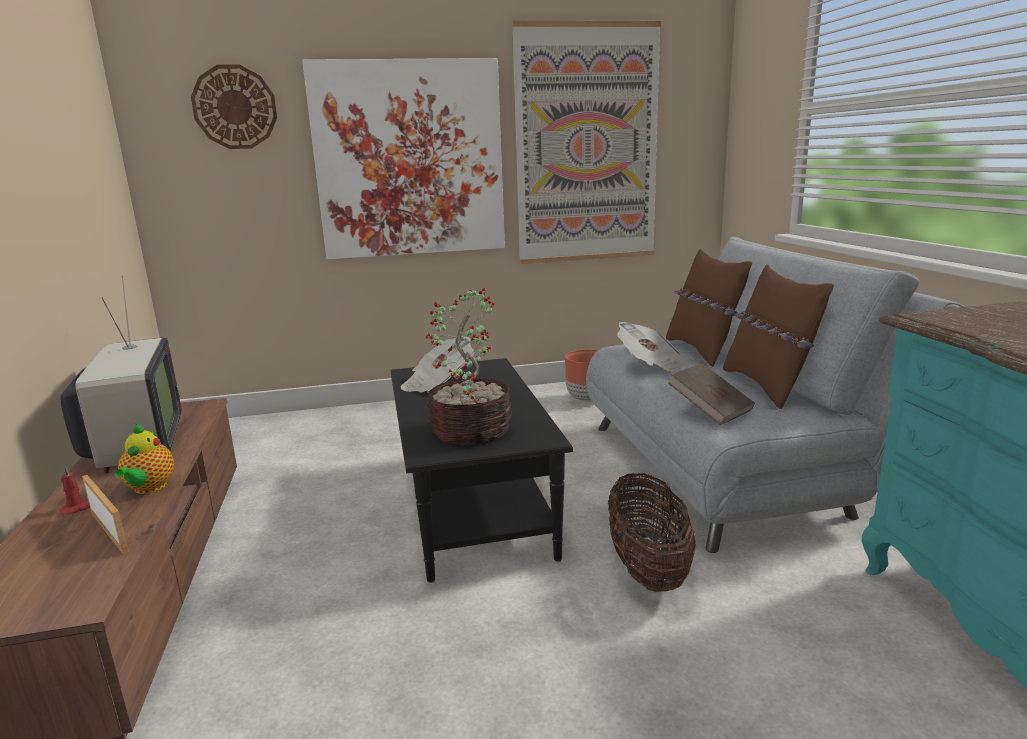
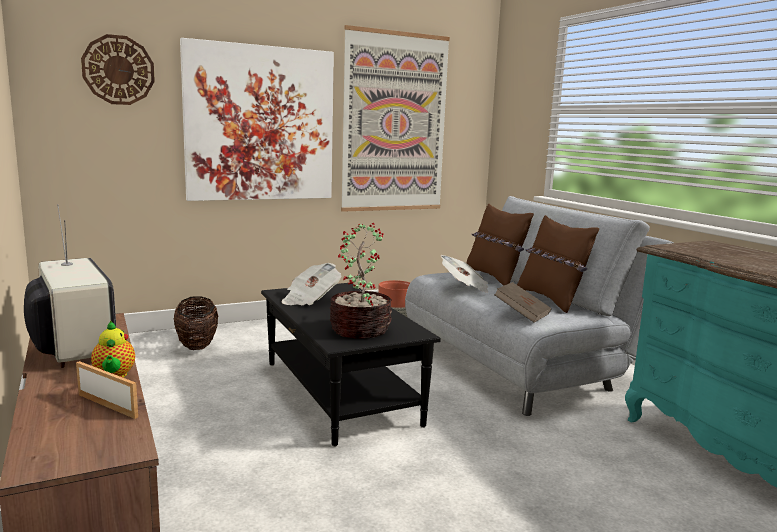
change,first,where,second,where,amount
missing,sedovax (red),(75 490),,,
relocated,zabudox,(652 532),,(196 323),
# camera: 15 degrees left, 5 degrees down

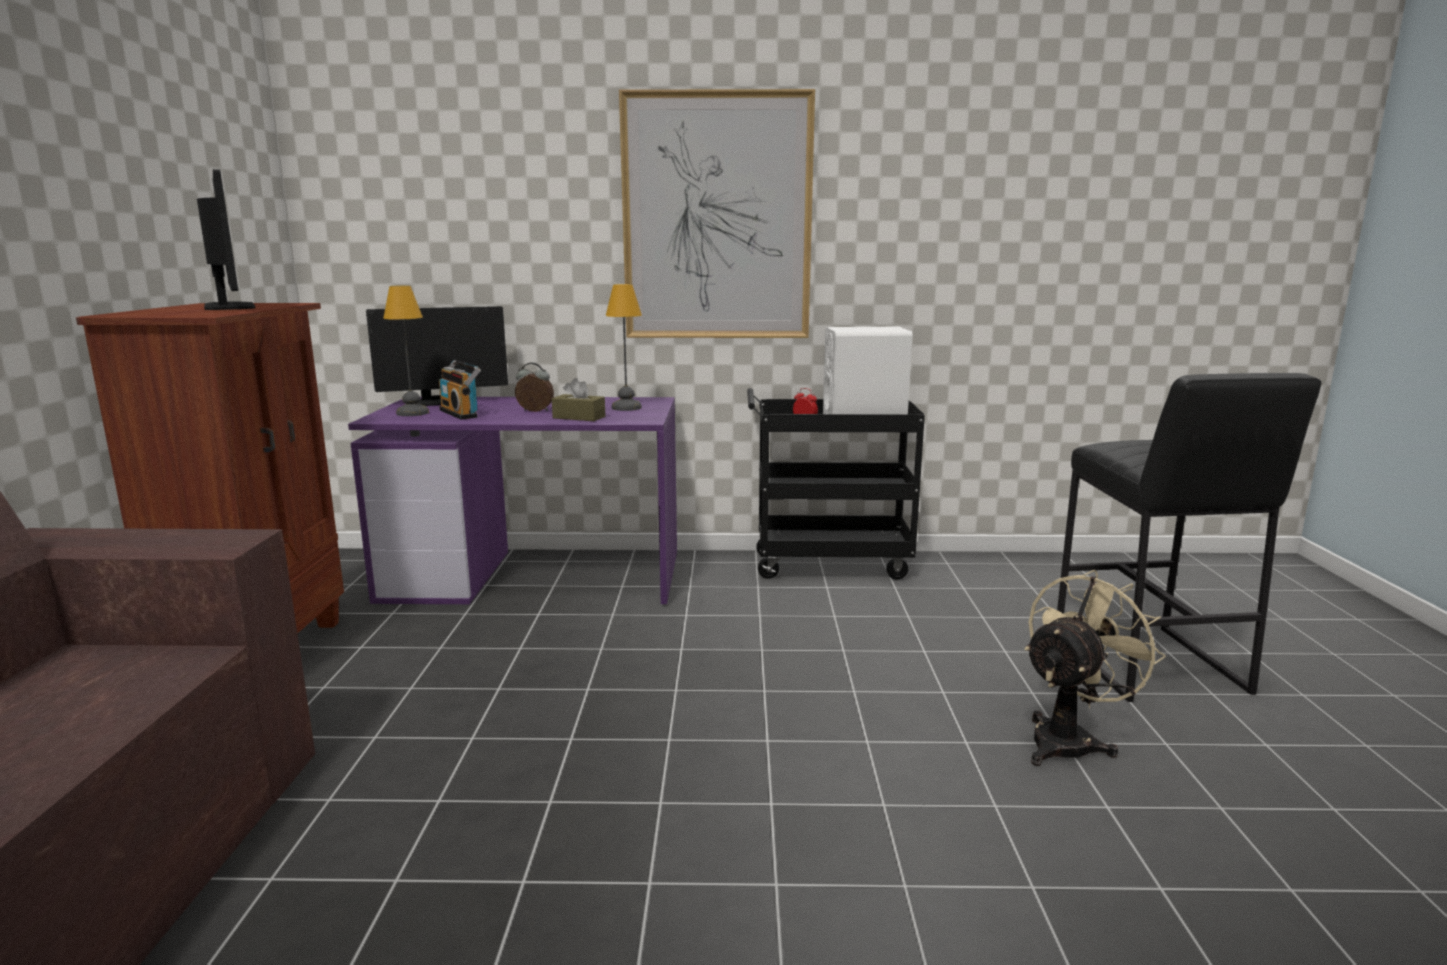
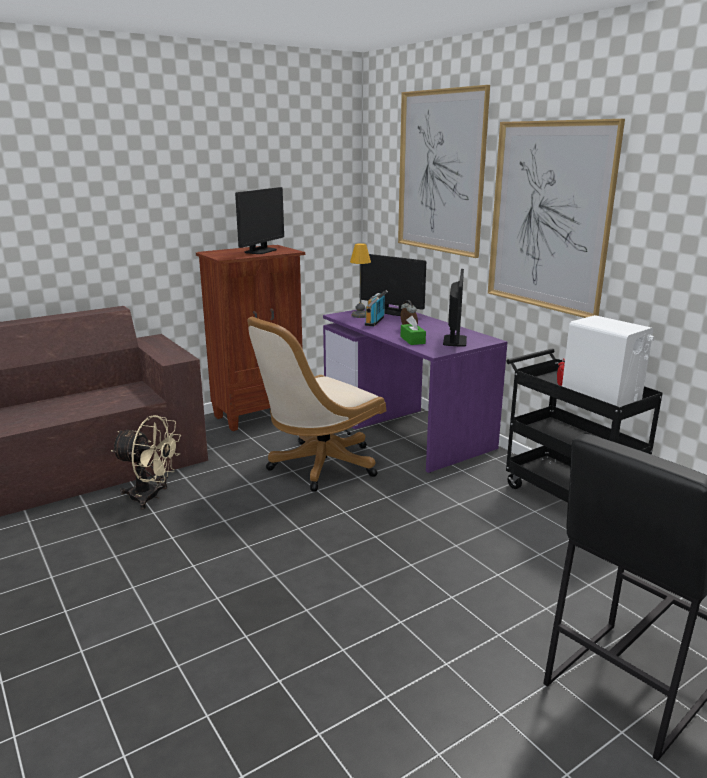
change,first,where,second,where,amount
exchanged,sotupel,(624 347),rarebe,(455 308),
colour,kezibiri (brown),(578 399),kezibiri (green),(413 330),
relocated,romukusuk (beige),(1095 668),,(146 462),
appeared,,,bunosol,(444 171),
appeared,,,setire,(316 404),
# camera: 55 degrees right, 5 degrees up

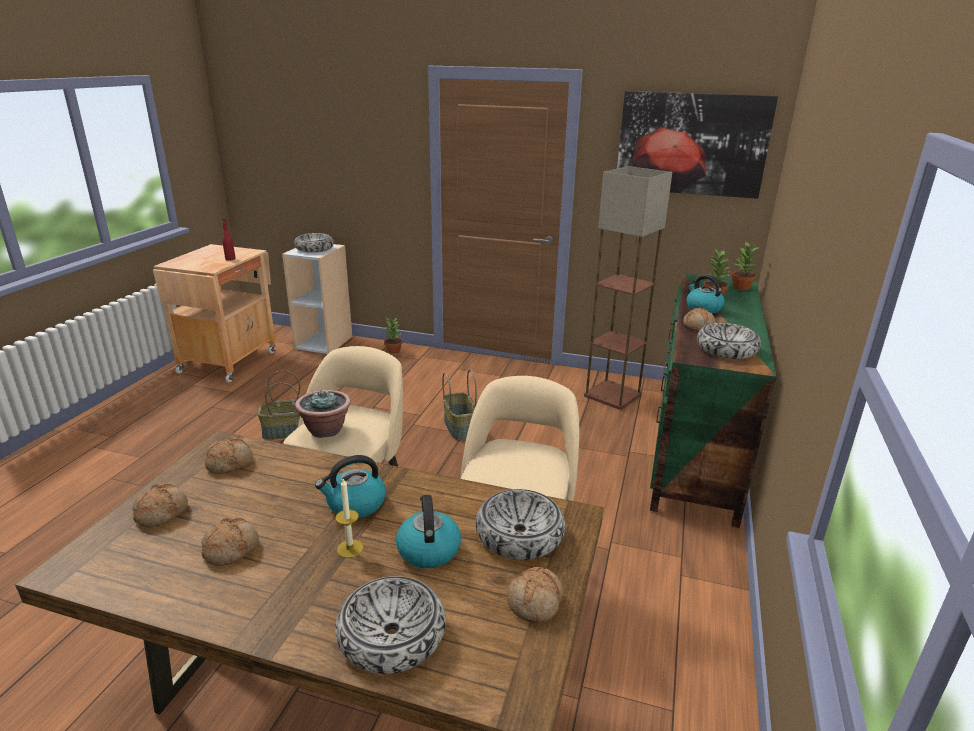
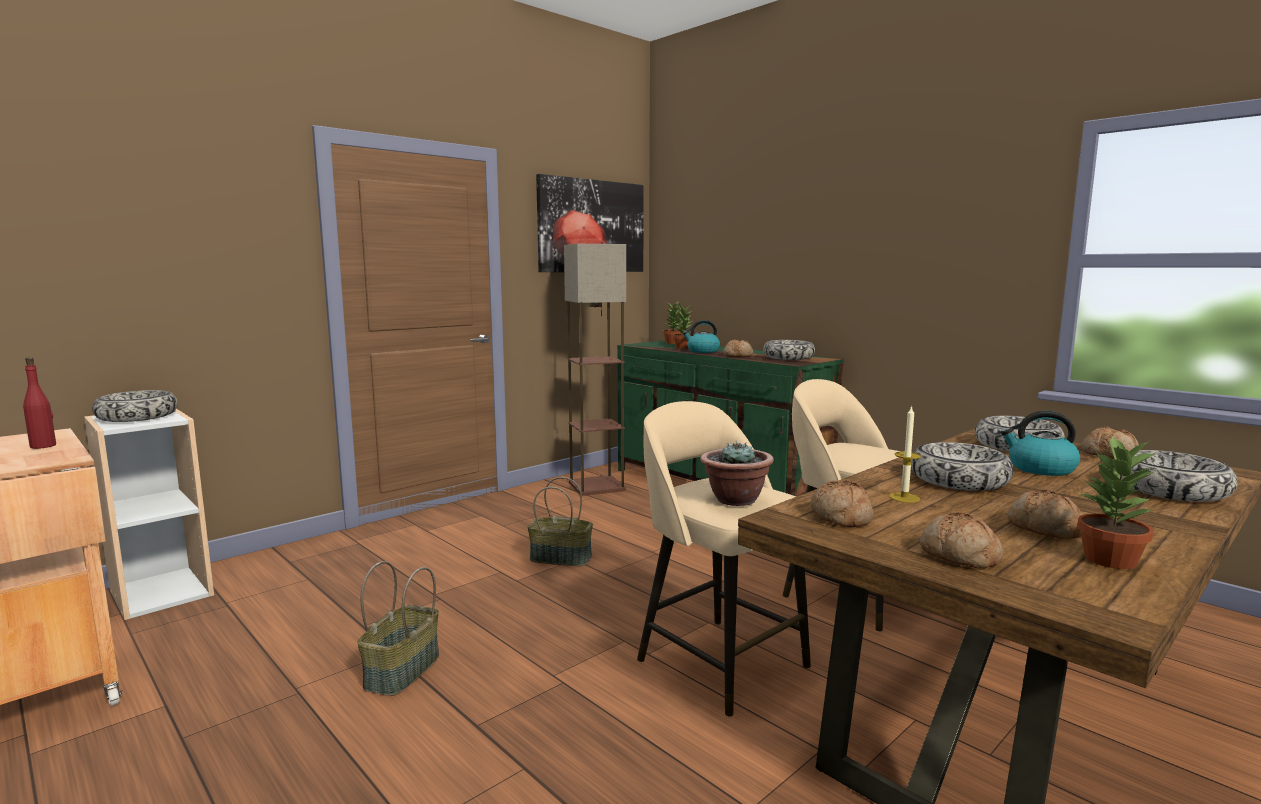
change,first,where,second,where,amount
relocated,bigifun,(393 335),,(1116 502),
exchanged,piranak,(350 486),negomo,(962 466),
relocated,sedovax,(349 518),,(905 454),
# camera: 60 degrees left, 15 degrees down

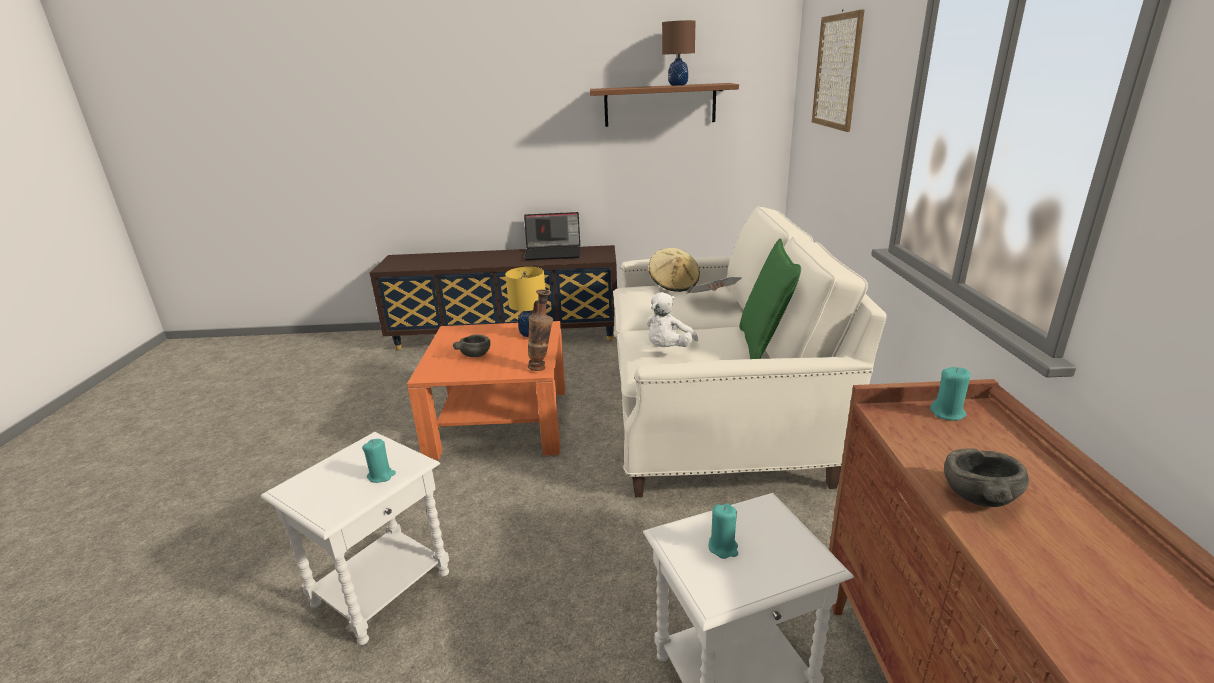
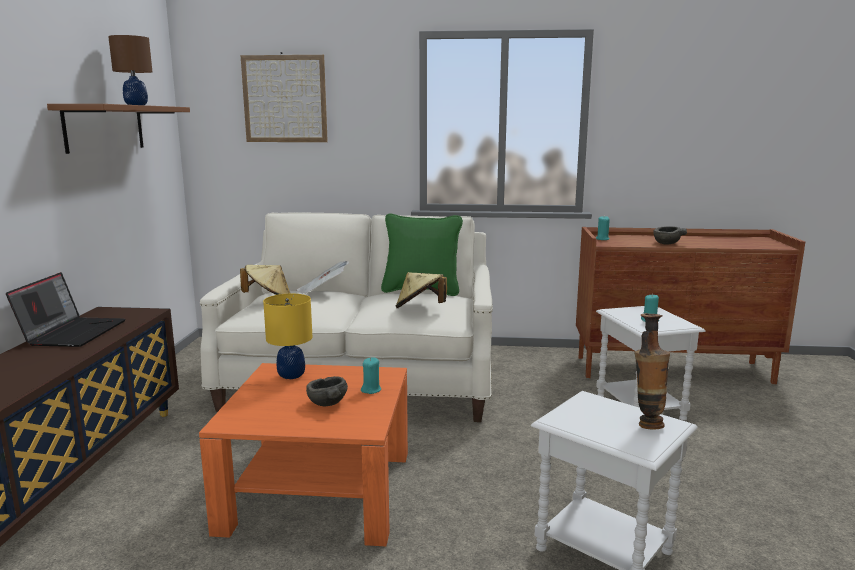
change,first,where,second,where,amount
relocated,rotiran,(540 330),,(652 371),
exchanged,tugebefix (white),(672 319),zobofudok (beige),(421 290),
relocated,sedovax (turquoise),(379 461),,(371 375),
# camera: 85 degrees left, 10 degrees down

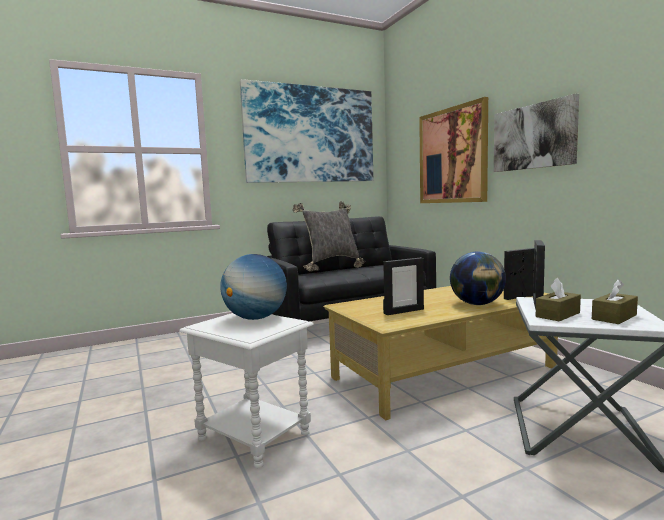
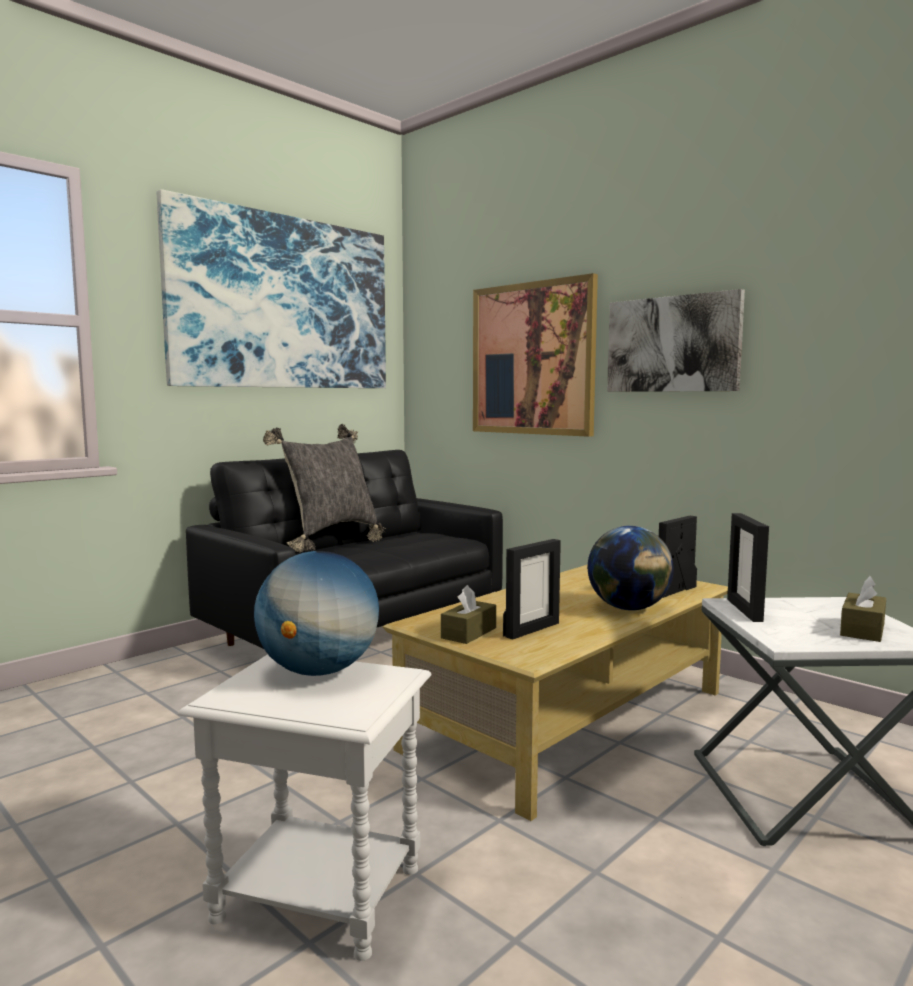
change,first,where,second,where,amount
relocated,kezibiri (brown),(558 299),,(468 614),
# camera: 20 degrees left, 0 degrees up

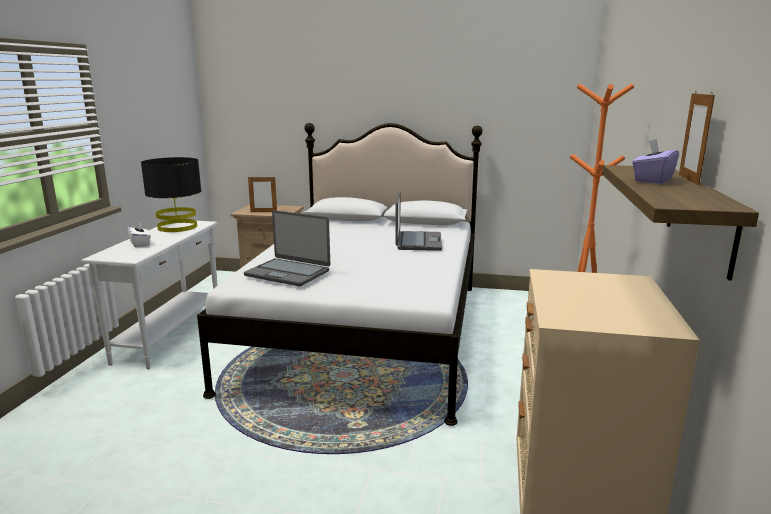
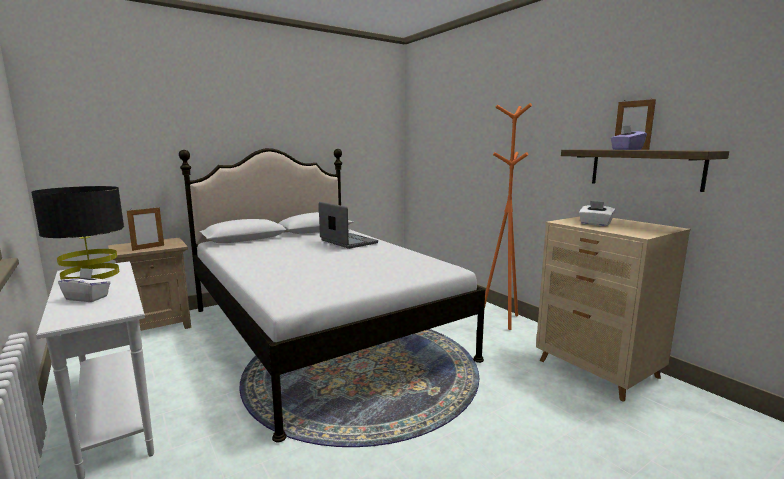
change,first,where,second,where,amount
missing,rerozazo,(287 248),,,
appeared,,,kezibiri (white),(597 213),
# camera: 45 degrees left, 5 degrees down

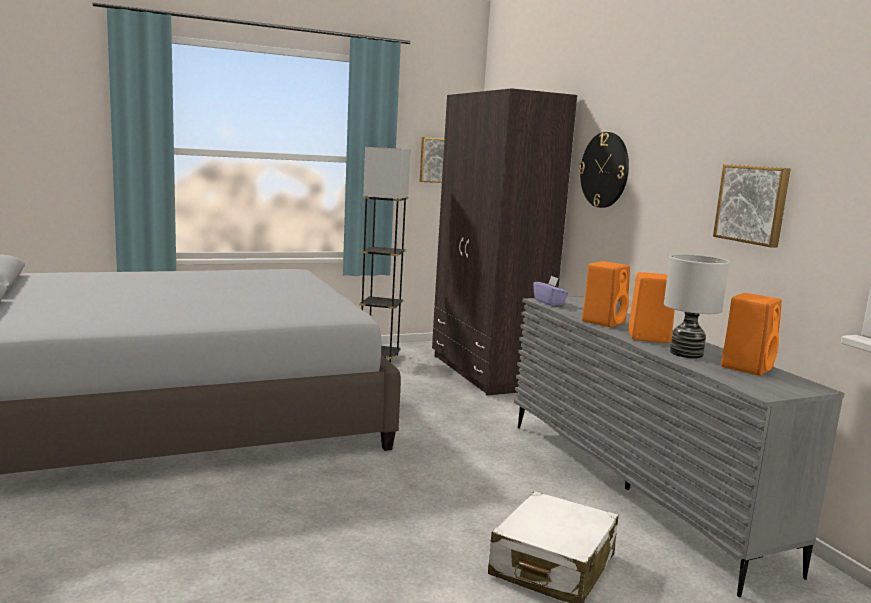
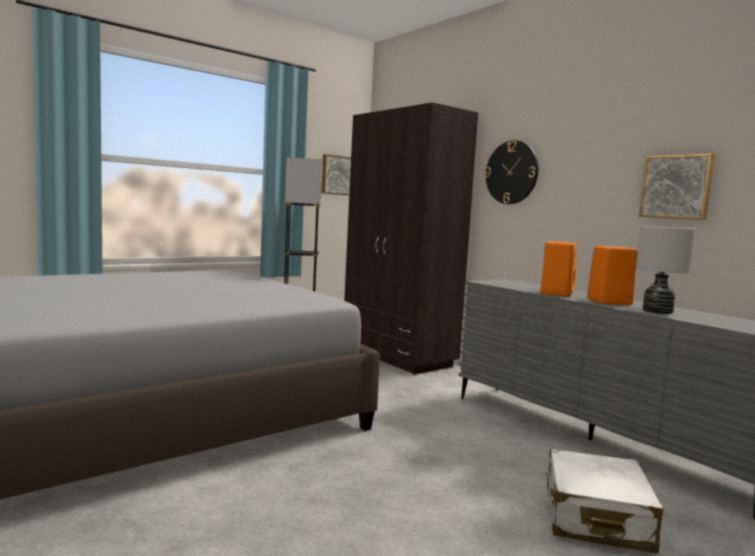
change,first,where,second,where,amount
missing,kezibiri (purple),(551 291),,,
missing,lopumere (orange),(751 334),,,
# camera: 15 degrees left, 5 degrees down

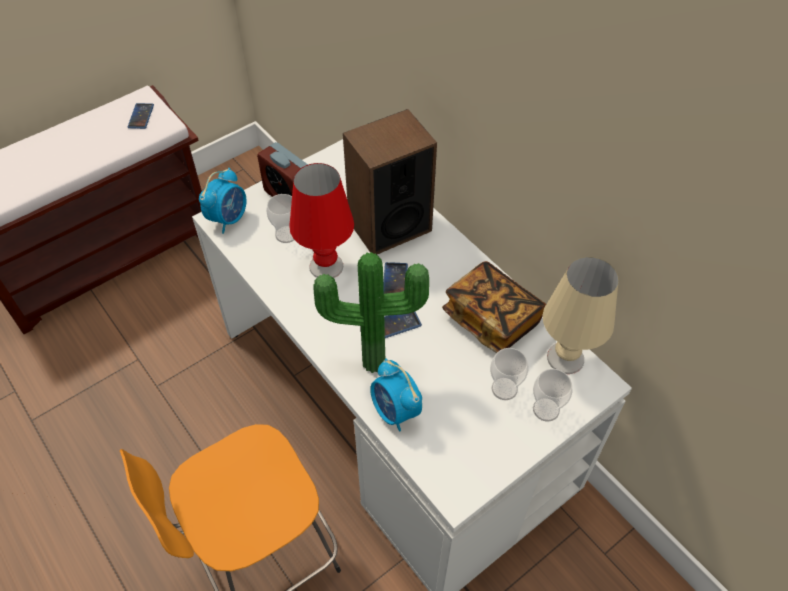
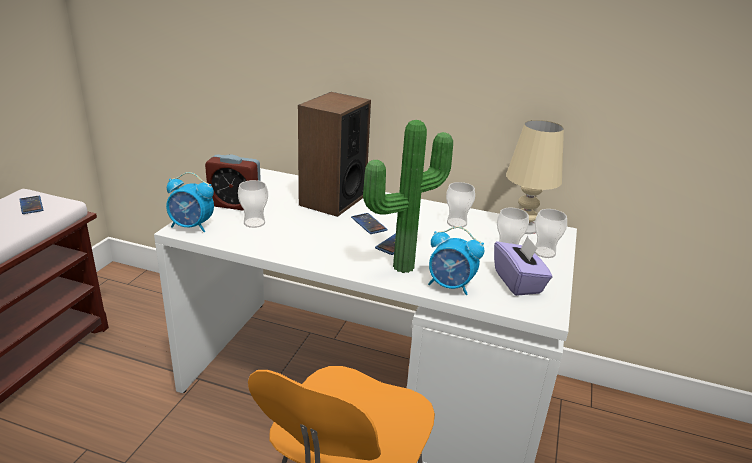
change,first,where,second,where,amount
missing,sotupel (red),(321 220),,,
spun,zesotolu,(222 201),,(190 202),105 degrees clockwise
exchanged,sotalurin,(494 307),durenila,(460 204),
appeared,,,kezibiri (purple),(523 265),
# camera: 35 degrees left, 25 degrees down

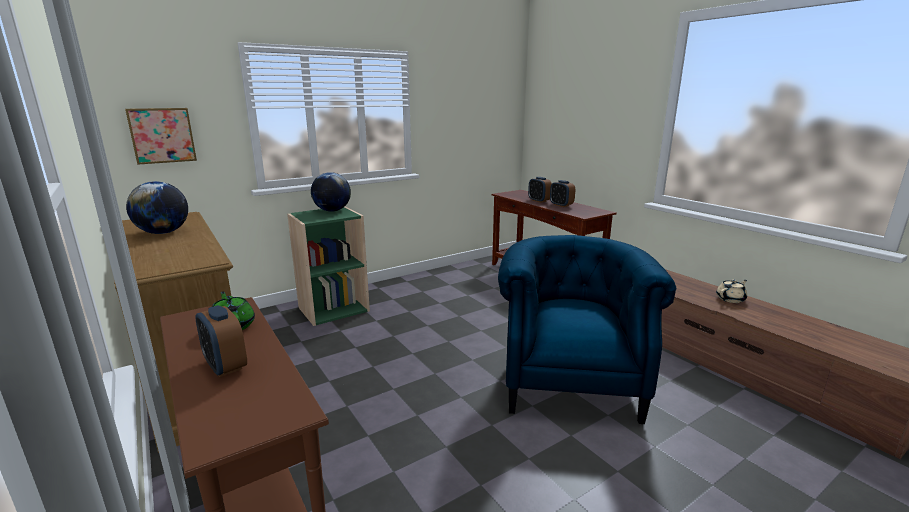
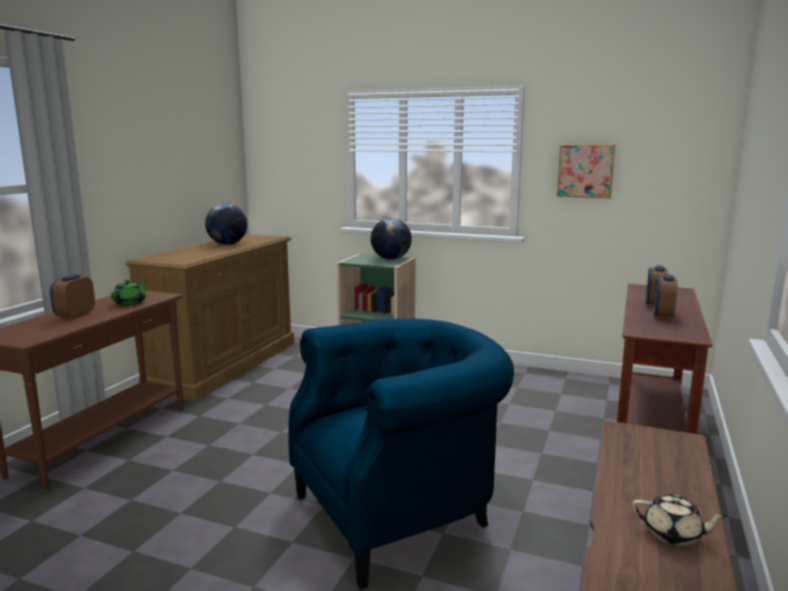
change,first,where,second,where,amount
relocated,bunosol,(161 136),,(586 171),
# camera: 55 degrees right, 5 degrees down

